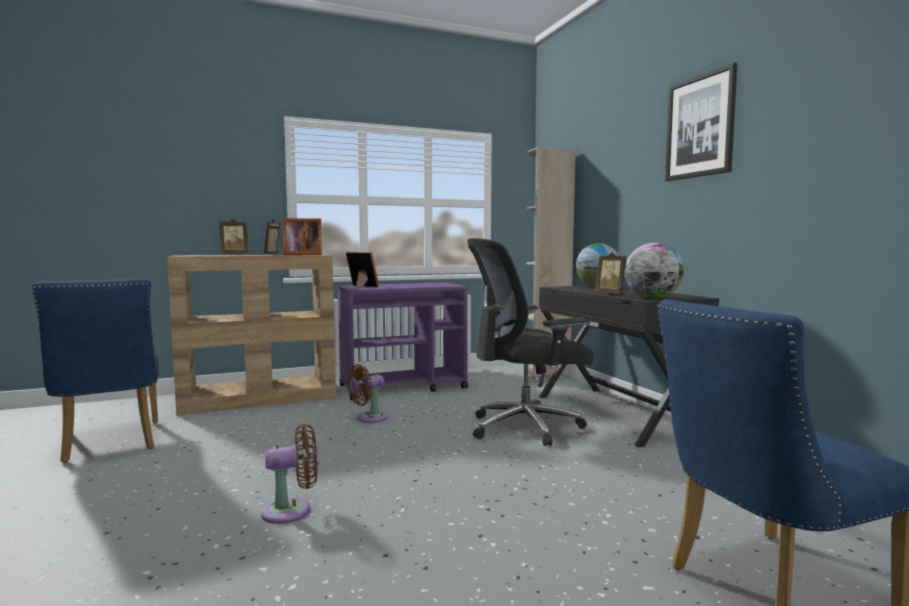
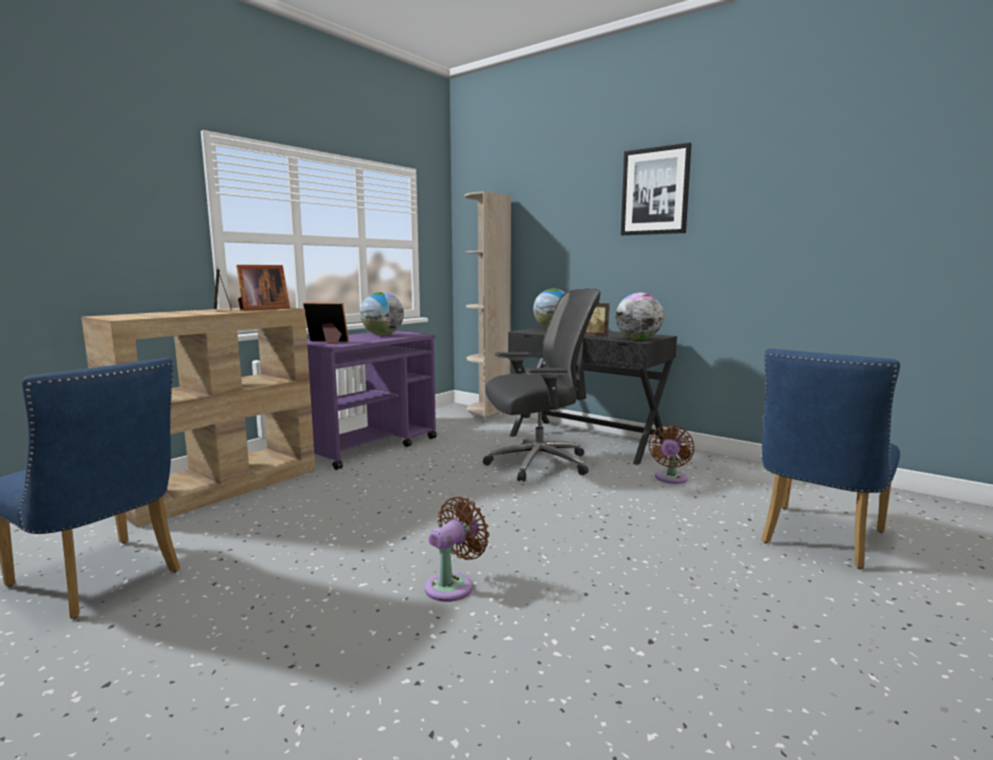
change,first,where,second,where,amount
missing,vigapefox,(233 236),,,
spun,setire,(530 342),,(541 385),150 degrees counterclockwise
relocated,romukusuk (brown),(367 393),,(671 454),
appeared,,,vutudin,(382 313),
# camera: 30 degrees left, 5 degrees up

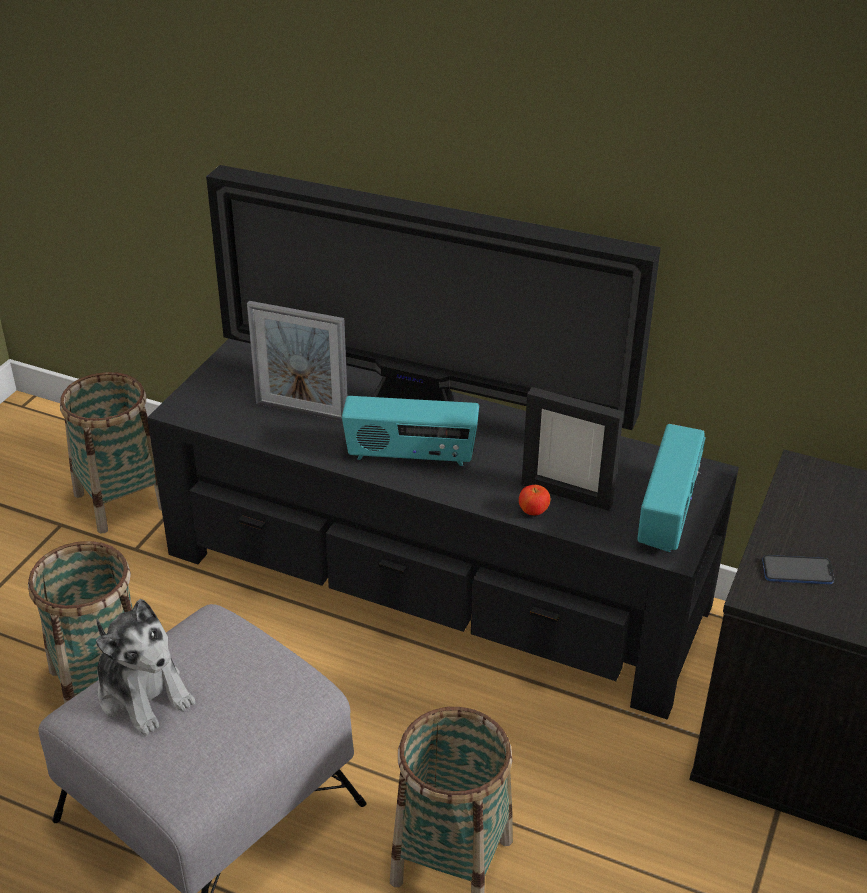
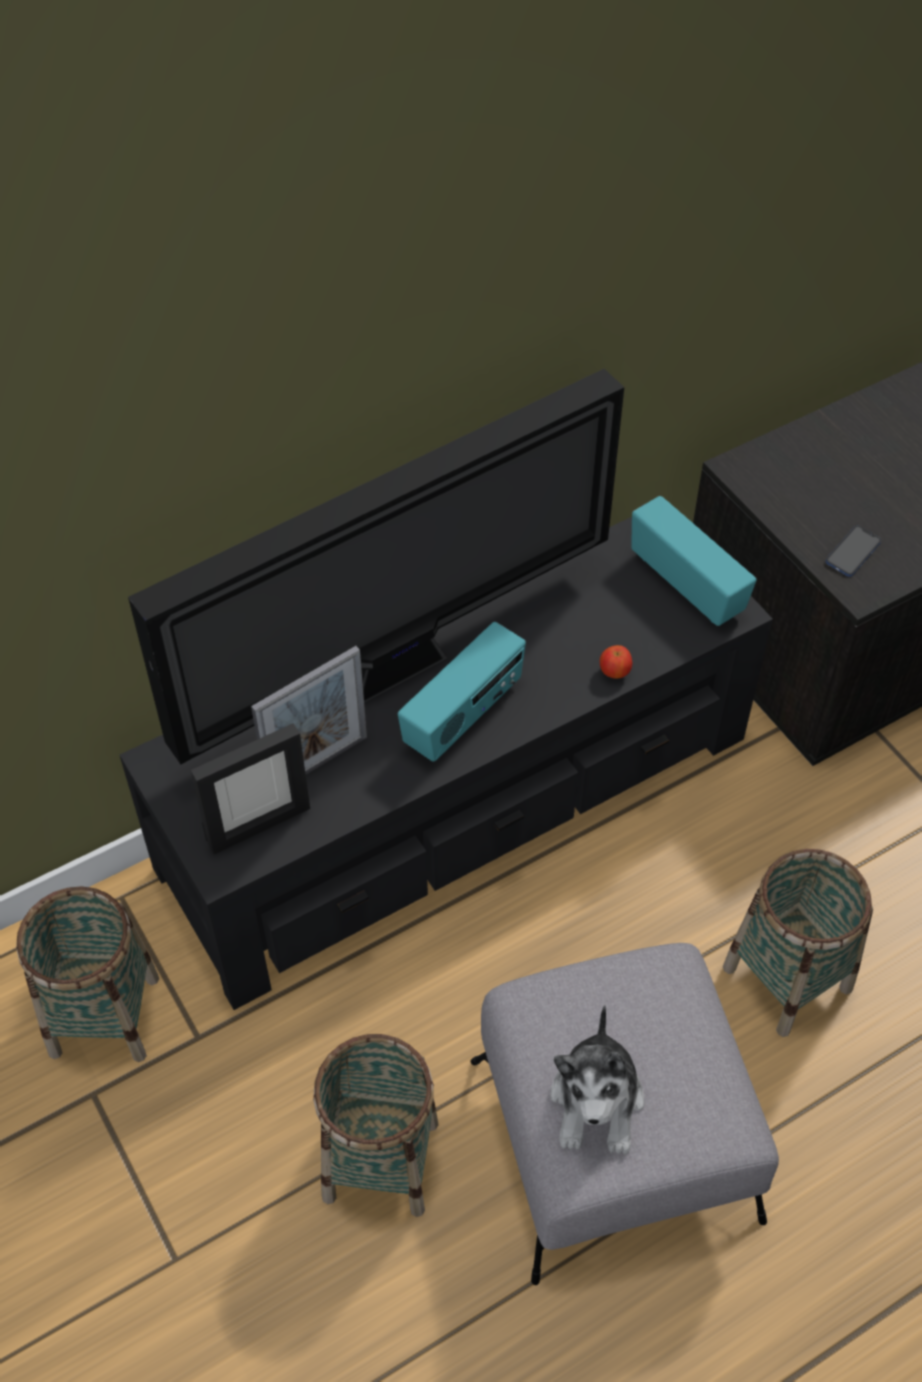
change,first,where,second,where,amount
relocated,vigapefox,(572 449),,(250 788),
spun,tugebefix,(145 667),,(597 1080),105 degrees clockwise
# camera: 55 degrees left, 15 degrees up

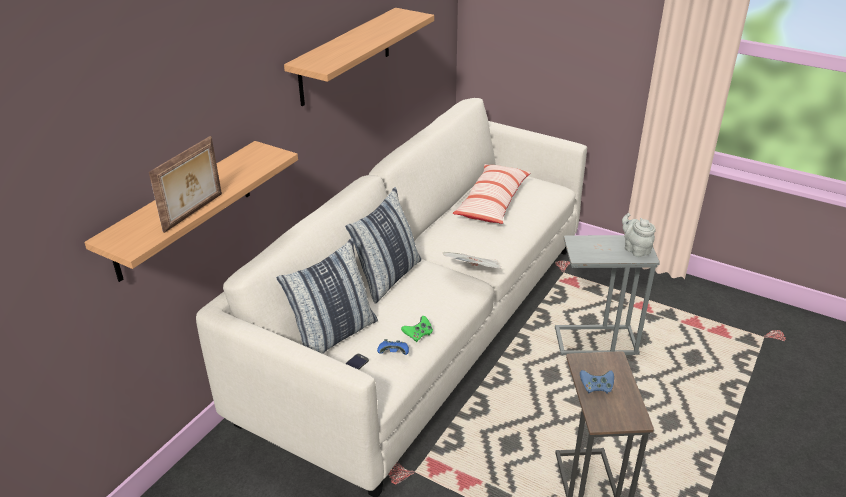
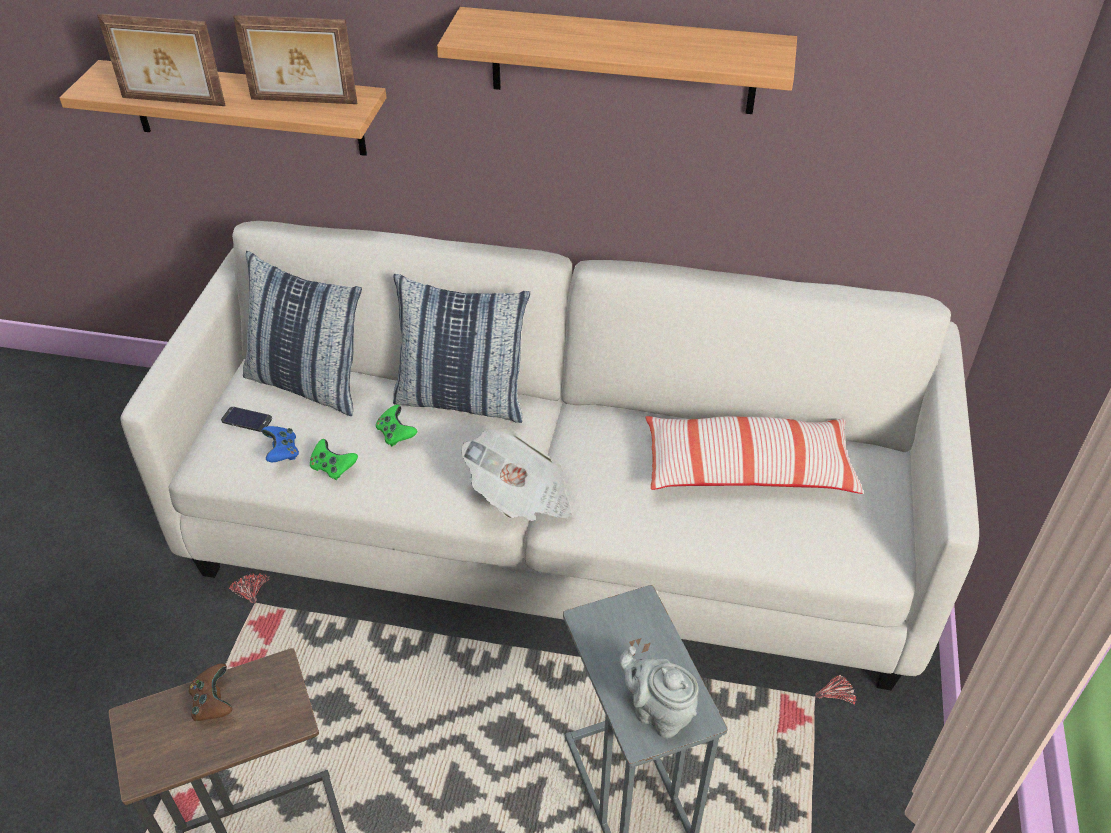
change,first,where,second,where,amount
spun,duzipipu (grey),(639 235),,(659 692),90 degrees counterclockwise
colour,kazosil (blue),(597 382),kazosil (brown),(210 692),
appeared,,,vigapefox,(295 59),
appeared,,,kazosil (green),(396 426),
# camera: 70 degrees right, 10 degrees up

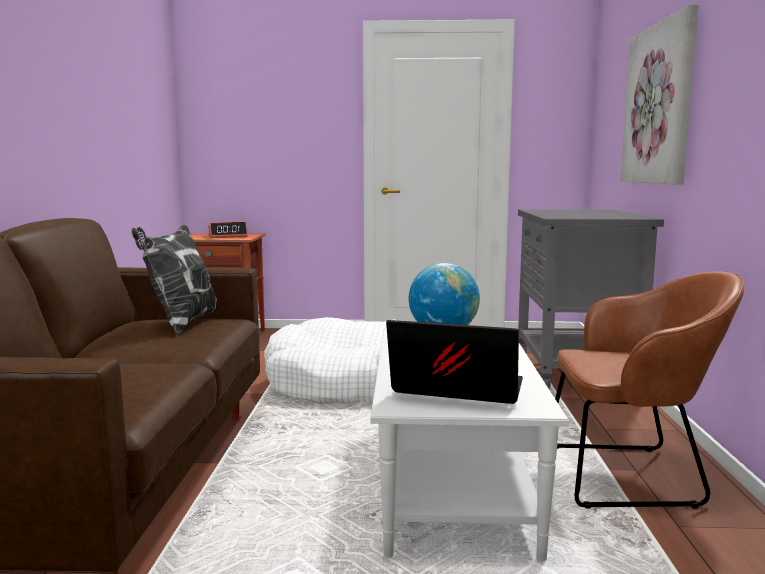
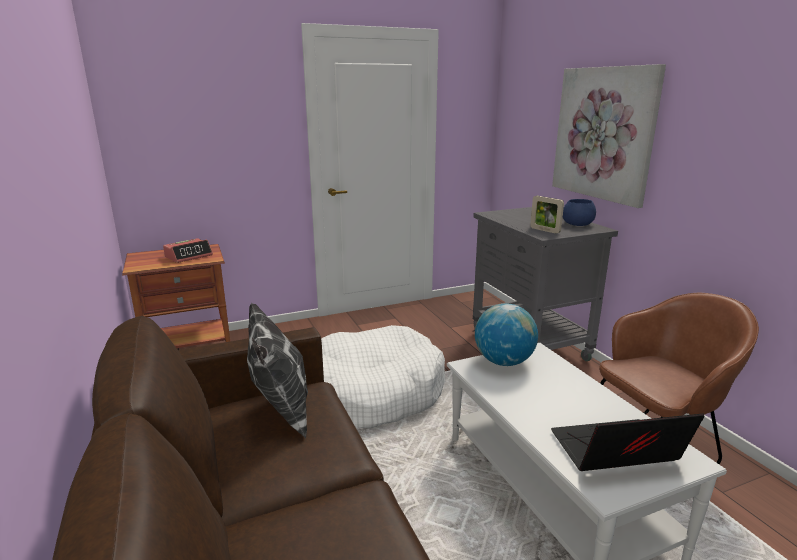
change,first,where,second,where,amount
appeared,,,vigapefox,(547 215),
appeared,,,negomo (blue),(579 212),
# camera: 25 degrees left, 10 degrees up

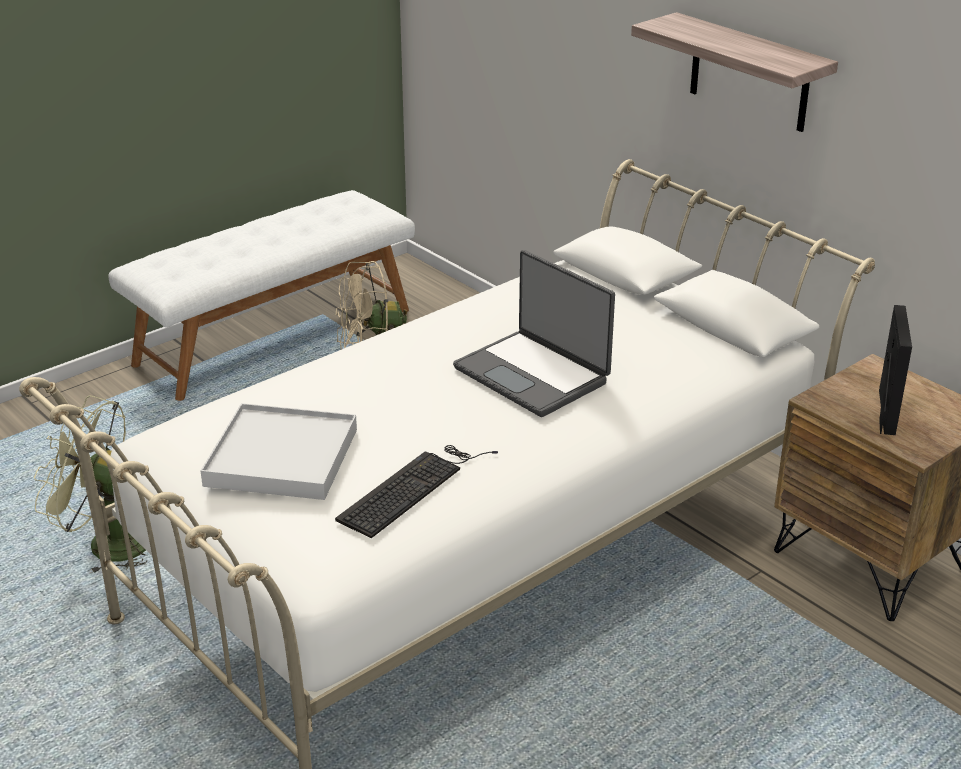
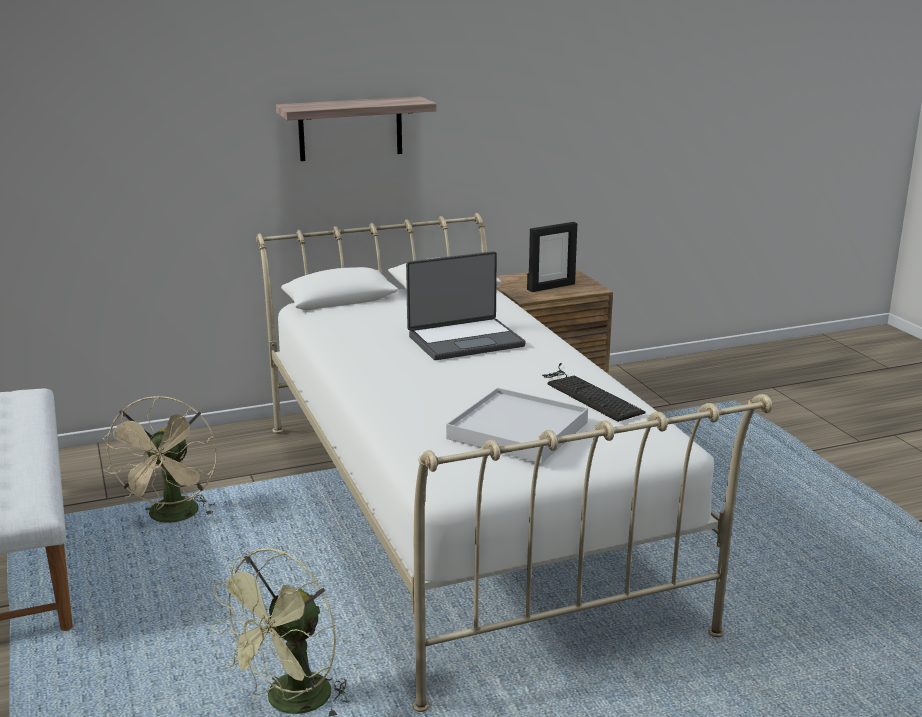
change,first,where,second,where,amount
spun,vigapefox,(895 370),,(552 257),120 degrees clockwise
# camera: 70 degrees left, 10 degrees down

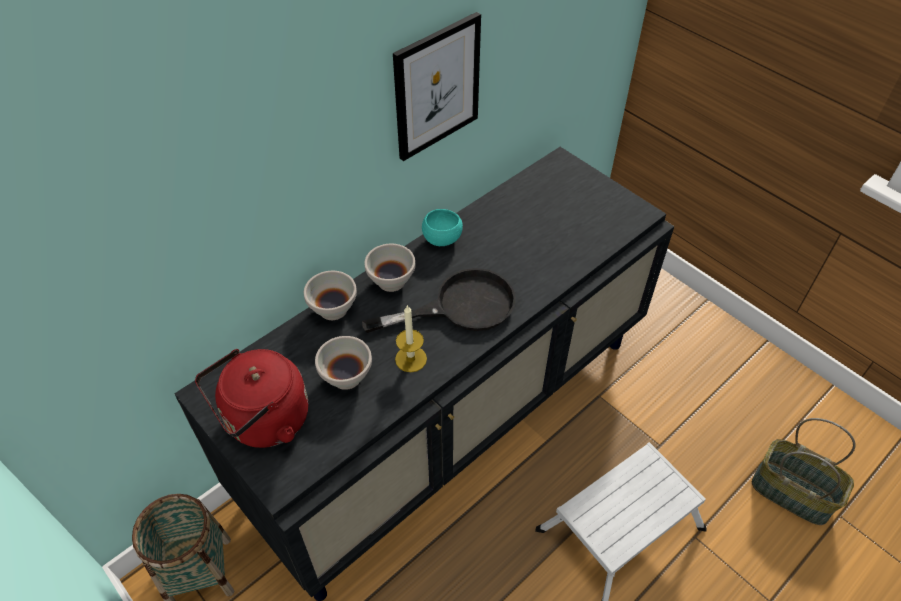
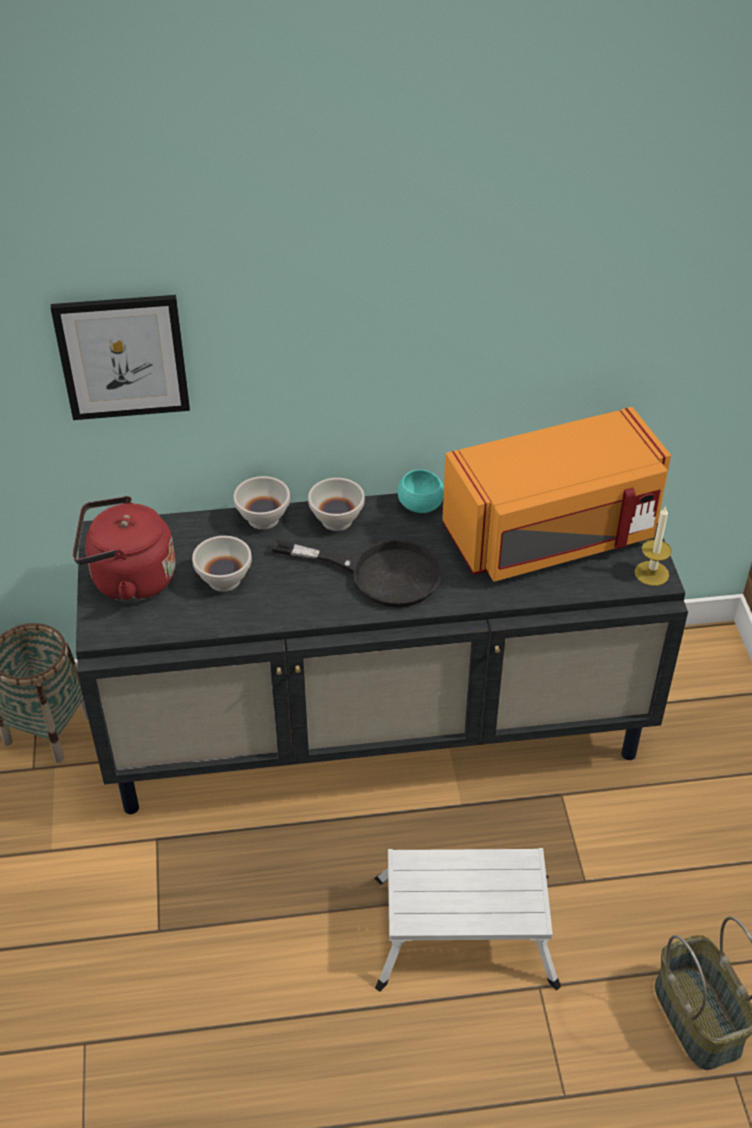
change,first,where,second,where,amount
relocated,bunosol,(437 86),,(120 357),
relocated,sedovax,(411 338),,(653 546),
appeared,,,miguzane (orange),(556 494),
# camera: 35 degrees right, 5 degrees down

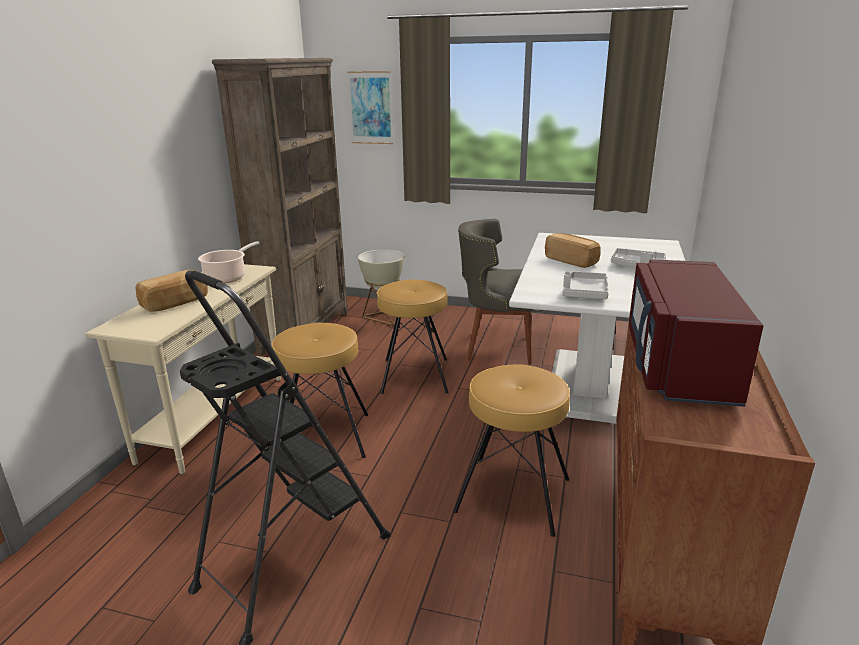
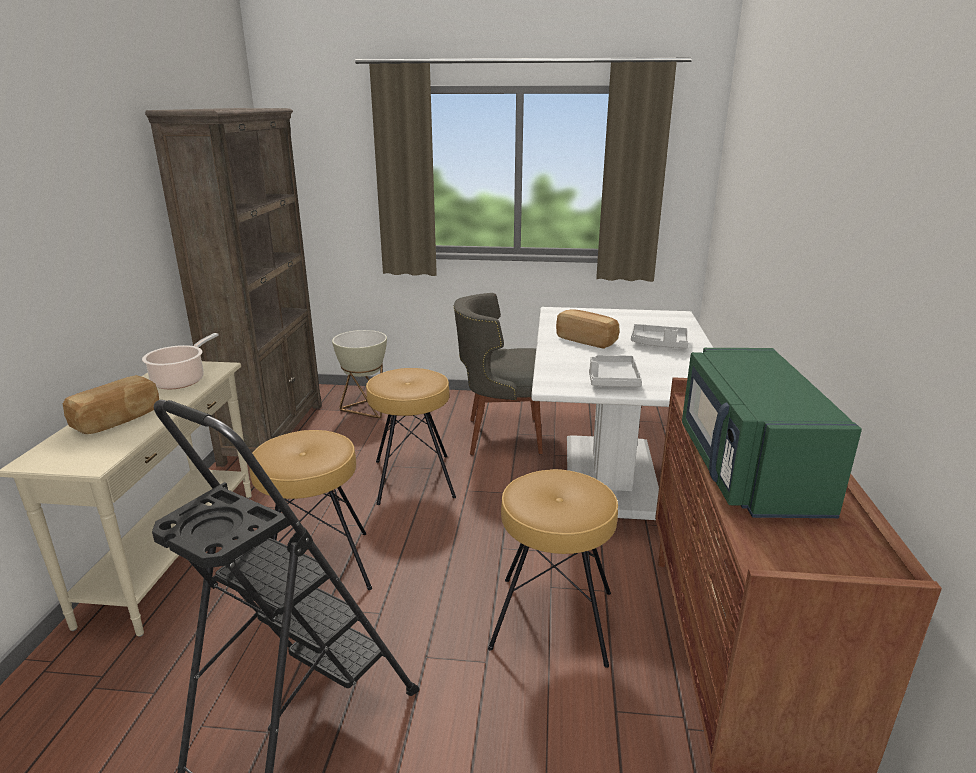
change,first,where,second,where,amount
missing,bunosol,(370 107),,,
colour,miguzane (red),(696 333),miguzane (green),(772 433),
# camera: 10 degrees left, 0 degrees up

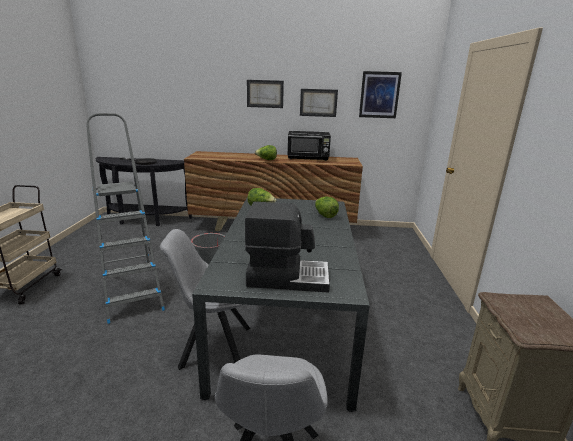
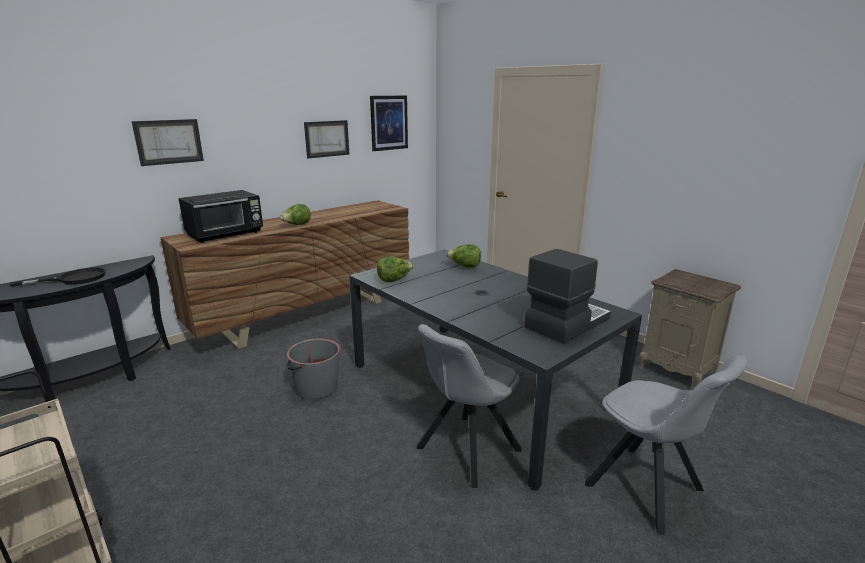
change,first,where,second,where,amount
relocated,bunosol,(265 94),,(168 142),
missing,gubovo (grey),(125 218),,,
relocated,miguzane (black),(309 146),,(220 216),
# camera: 45 degrees left, 0 degrees up

